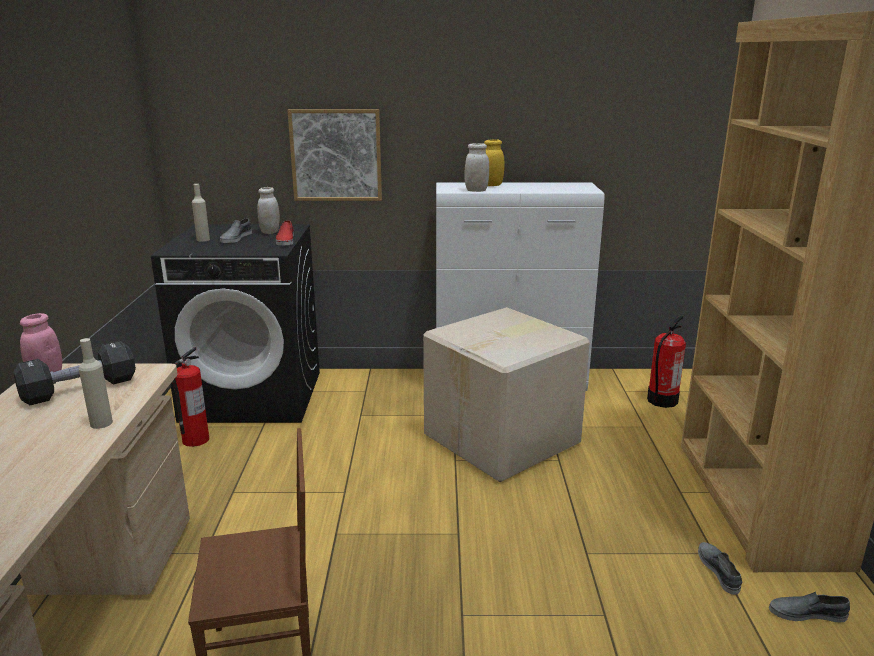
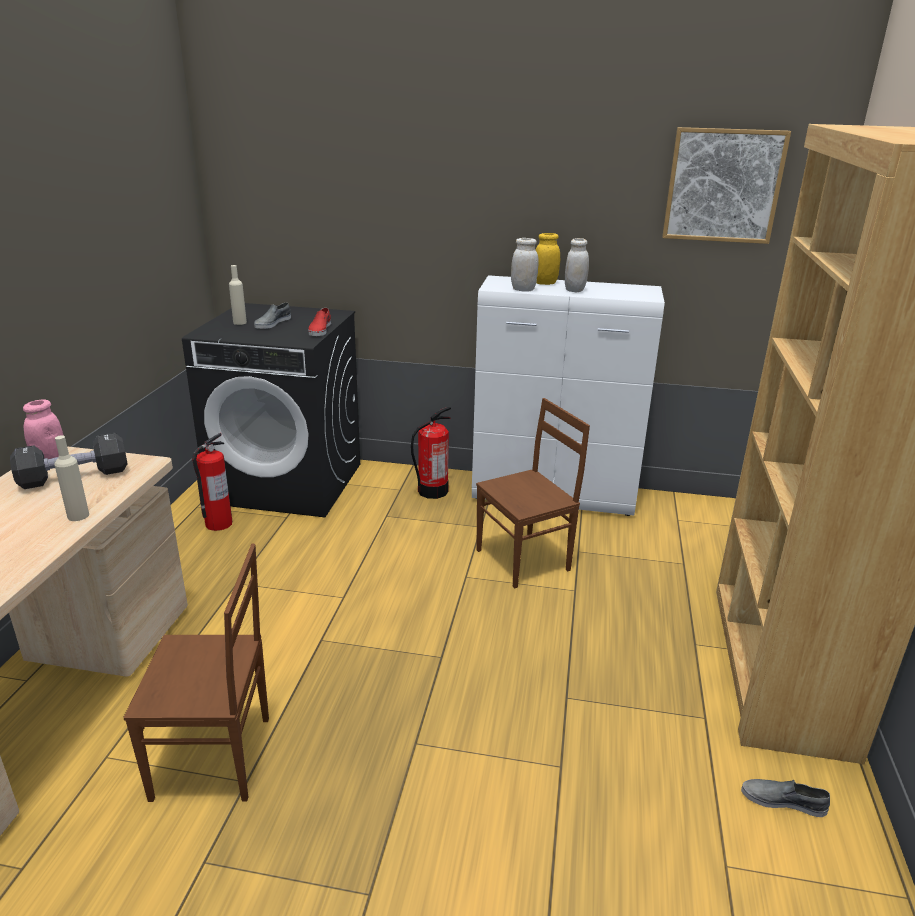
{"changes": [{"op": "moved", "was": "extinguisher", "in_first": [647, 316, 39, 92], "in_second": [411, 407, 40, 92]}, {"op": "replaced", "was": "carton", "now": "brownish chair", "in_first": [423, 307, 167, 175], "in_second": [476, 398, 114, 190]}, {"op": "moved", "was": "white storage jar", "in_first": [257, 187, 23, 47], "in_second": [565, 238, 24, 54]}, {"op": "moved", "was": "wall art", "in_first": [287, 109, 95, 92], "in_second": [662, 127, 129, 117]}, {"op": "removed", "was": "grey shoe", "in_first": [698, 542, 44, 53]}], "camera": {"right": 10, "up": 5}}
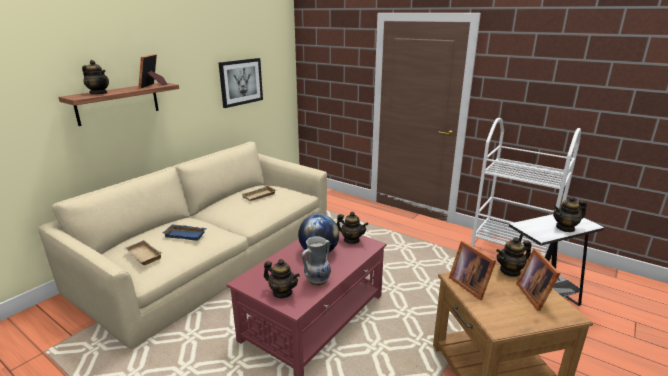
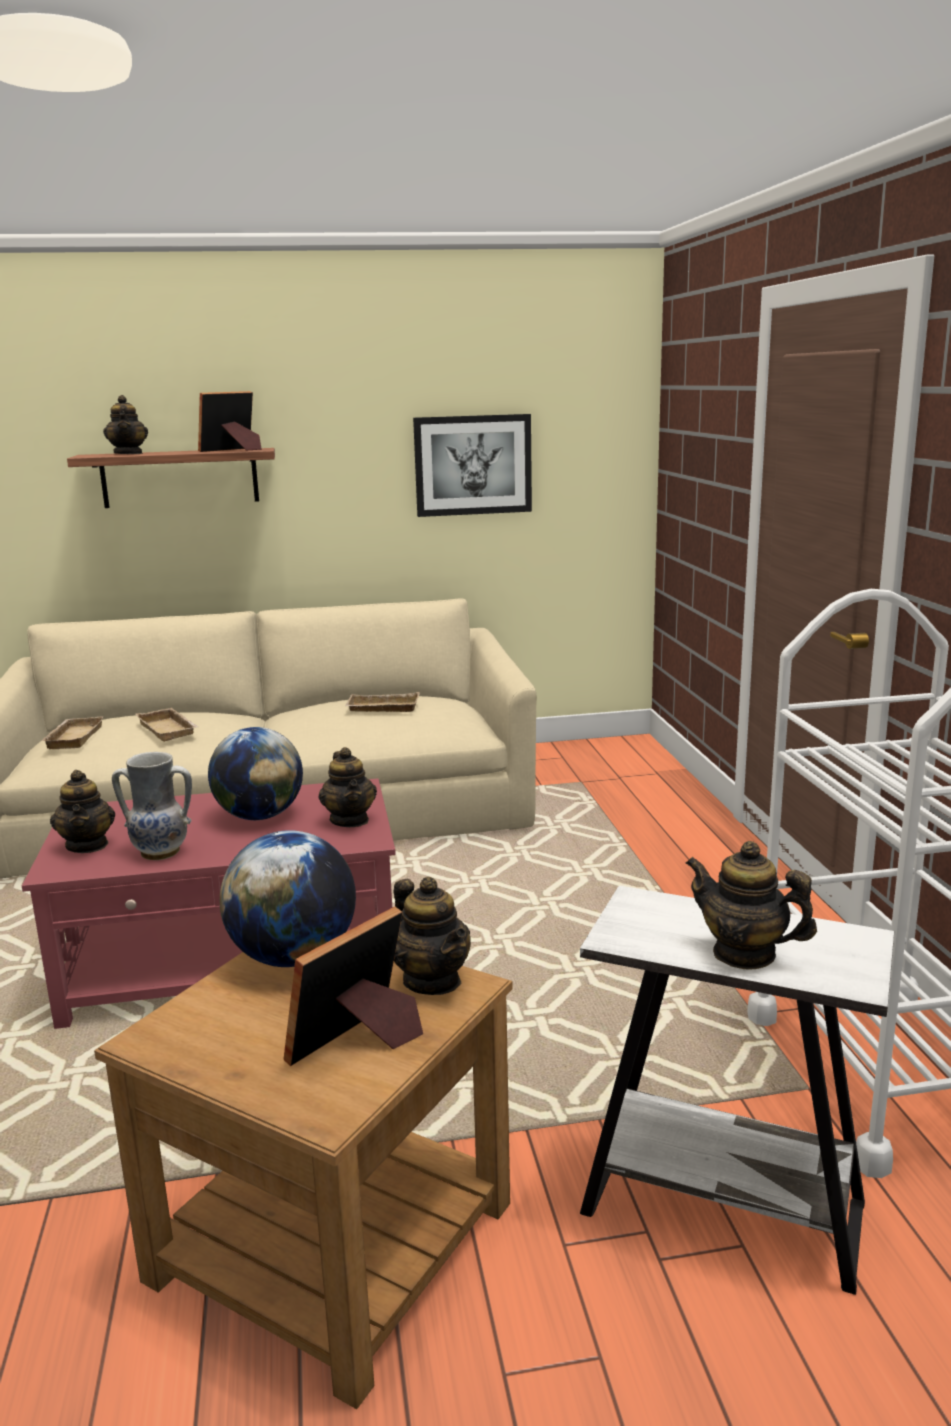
{"changes": [{"op": "recoloured", "was": "blue-coloured serving tray", "now": "sand-coloured serving tray", "in_first": [162, 224, 45, 17], "in_second": [136, 708, 62, 34]}, {"op": "replaced", "was": "photo frame", "now": "world globe", "in_first": [449, 241, 47, 59], "in_second": [220, 830, 136, 137]}, {"op": "turned", "was": "pot for tea", "in_first": [496, 237, 36, 40], "in_second": [393, 877, 78, 118], "clockwise": -150}], "camera": {"right": 45, "up": -5}}
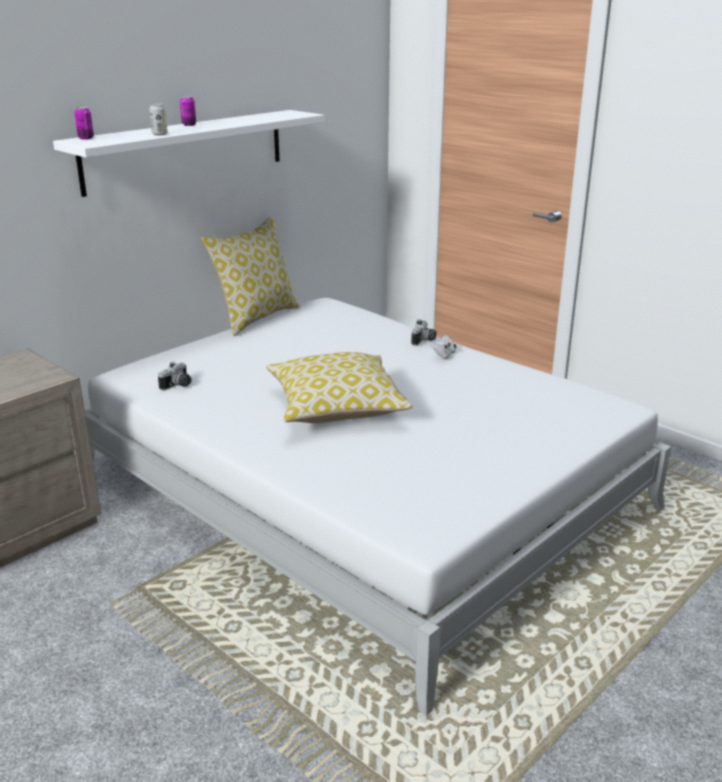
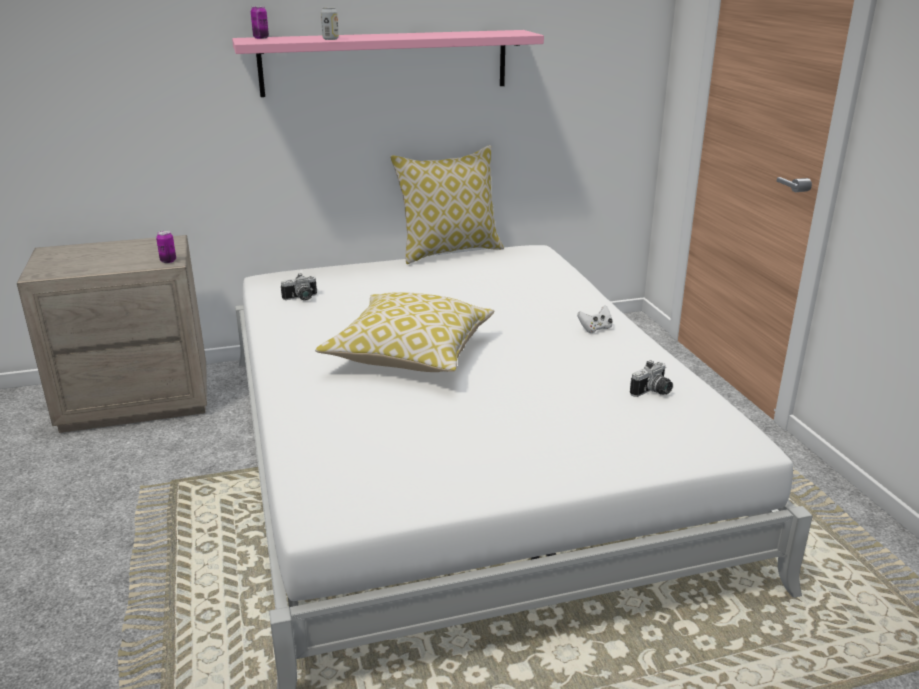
{"changes": [{"op": "moved", "was": "can", "in_first": [180, 96, 16, 30], "in_second": [156, 230, 20, 33]}, {"op": "recoloured", "was": "white wall shelf", "now": "pink-coloured wall shelf", "in_first": [53, 110, 271, 87], "in_second": [232, 30, 312, 67]}, {"op": "moved", "was": "photo camera", "in_first": [411, 320, 25, 26], "in_second": [630, 360, 43, 37]}], "camera": {"right": 30, "up": 0}}
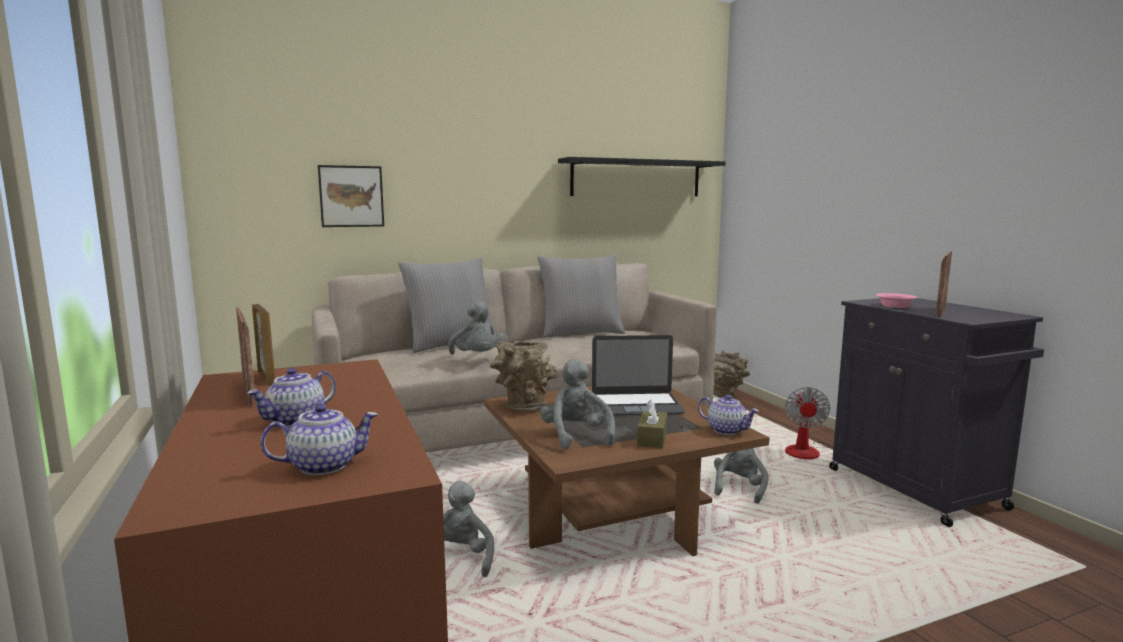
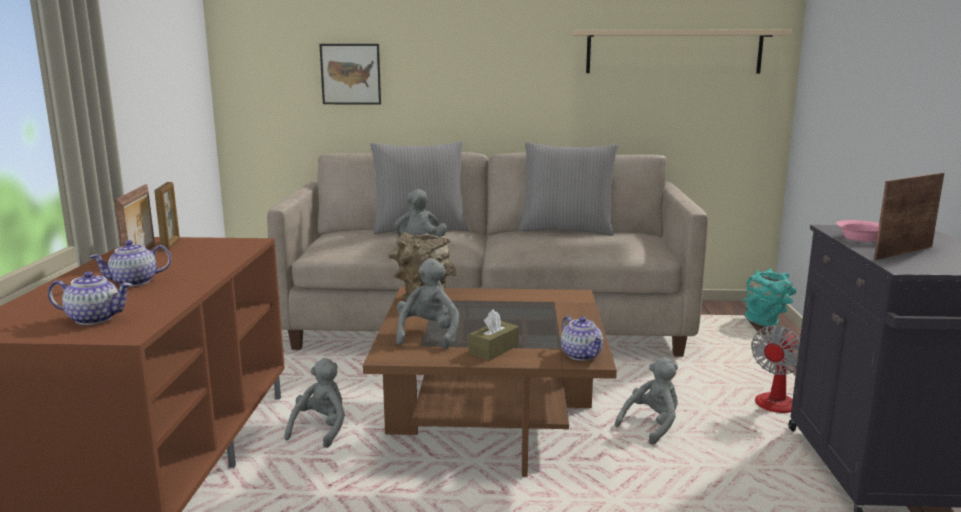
{"changes": [{"op": "recoloured", "was": "black-coloured wall shelf", "now": "sand-coloured wall shelf", "in_first": [558, 157, 168, 40], "in_second": [572, 30, 220, 44]}, {"op": "recoloured", "was": "brownish flower vase", "now": "turquoise-coloured flower vase", "in_first": [714, 351, 36, 46], "in_second": [742, 268, 55, 58]}, {"op": "removed", "was": "laptop", "in_first": [592, 335, 93, 80]}], "camera": {"right": 25, "up": 5}}
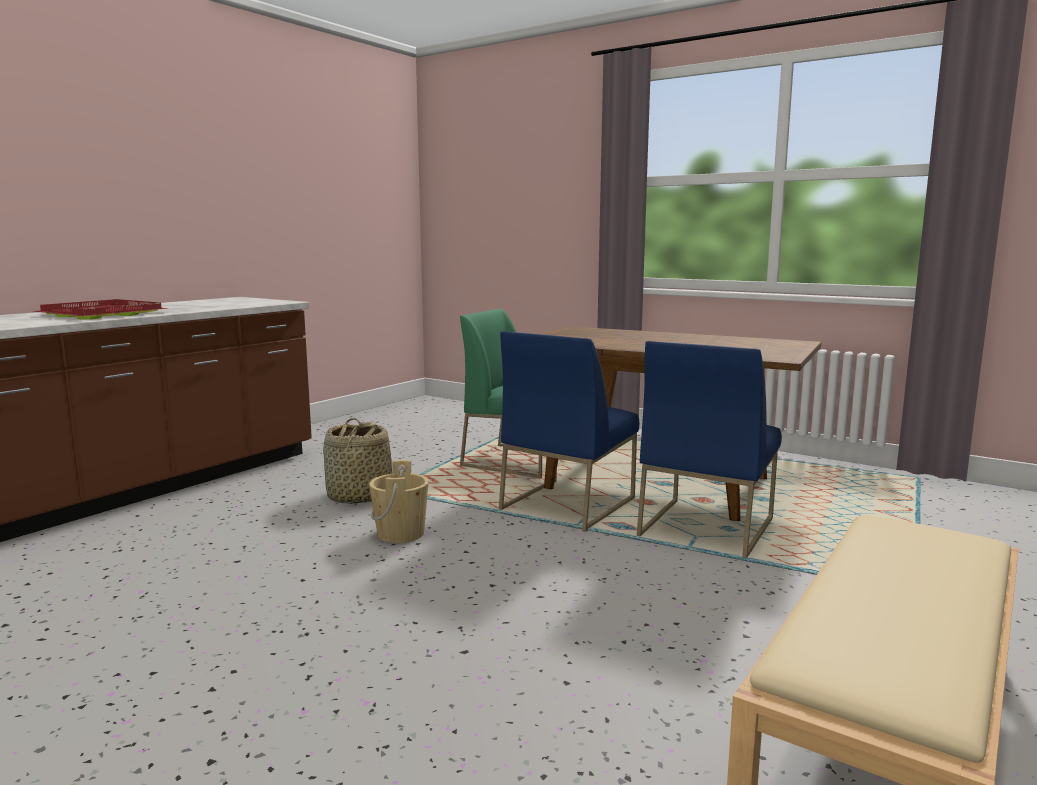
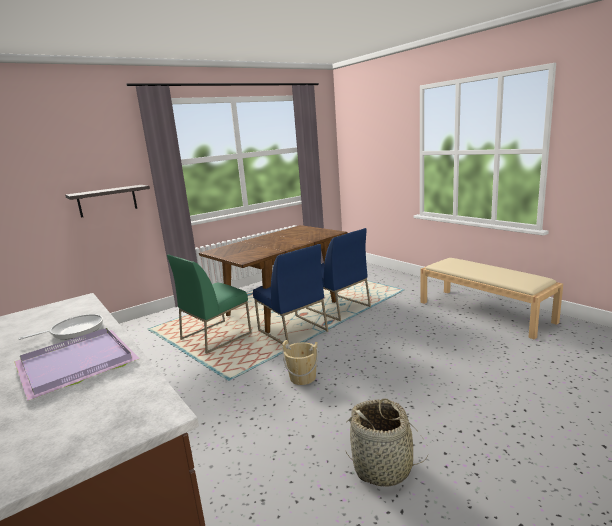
{"changes": [{"op": "recoloured", "was": "red-coloured serving tray", "now": "purplish serving tray", "in_first": [35, 299, 134, 21], "in_second": [14, 328, 126, 73]}, {"op": "added", "now": "skillet", "in_second": [18, 314, 85, 26]}, {"op": "added", "now": "wall shelf", "in_second": [65, 185, 85, 32]}, {"op": "moved", "was": "household basket", "in_first": [323, 418, 69, 86], "in_second": [345, 398, 81, 89]}], "camera": {"right": -70, "up": 5}}
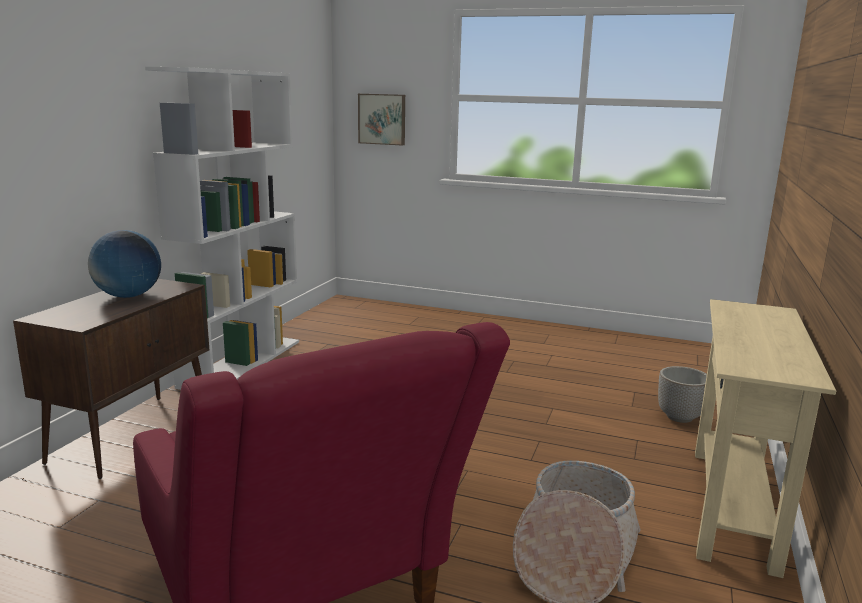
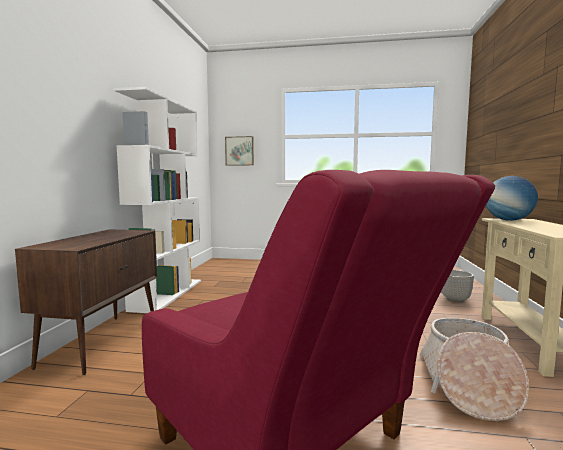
{"changes": [{"op": "moved", "was": "world globe", "in_first": [88, 230, 73, 68], "in_second": [486, 176, 52, 45]}], "camera": {"right": -10, "up": -10}}
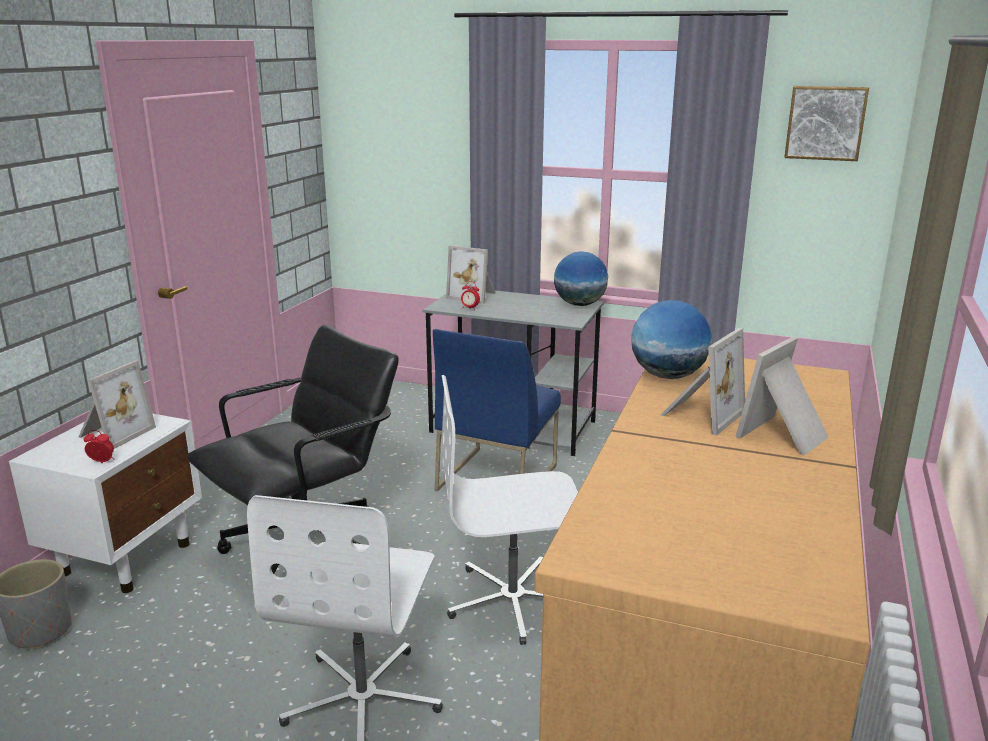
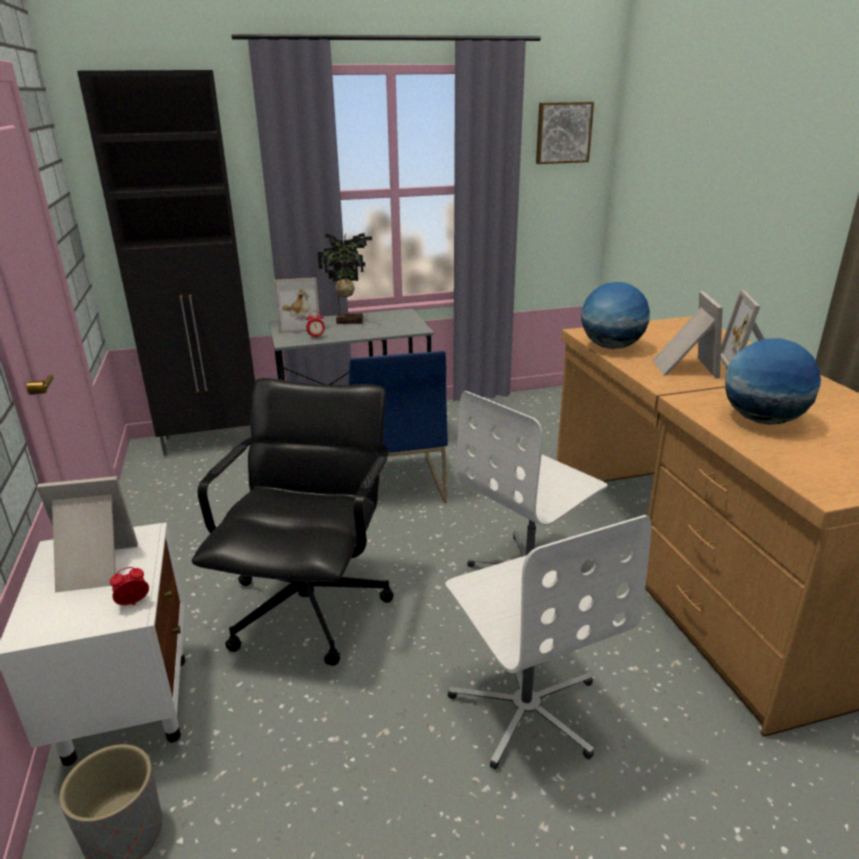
{"changes": [{"op": "turned", "was": "photo frame", "in_first": [79, 360, 77, 89], "in_second": [37, 476, 101, 117], "clockwise": -90}, {"op": "added", "now": "black-coloured cupboard", "in_second": [77, 70, 178, 386]}, {"op": "added", "now": "potted plant", "in_second": [318, 232, 54, 92]}, {"op": "moved", "was": "world globe", "in_first": [554, 251, 54, 55], "in_second": [725, 338, 96, 87]}], "camera": {"right": -35, "up": 5}}
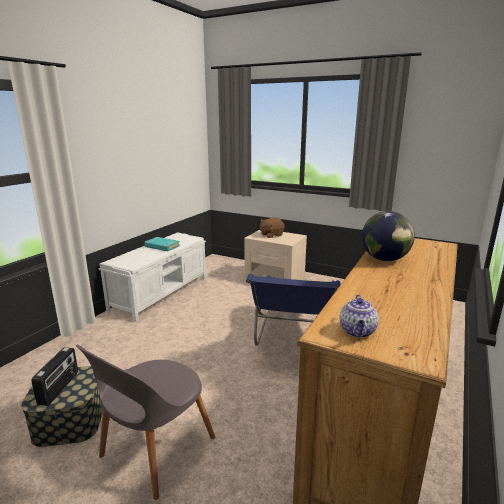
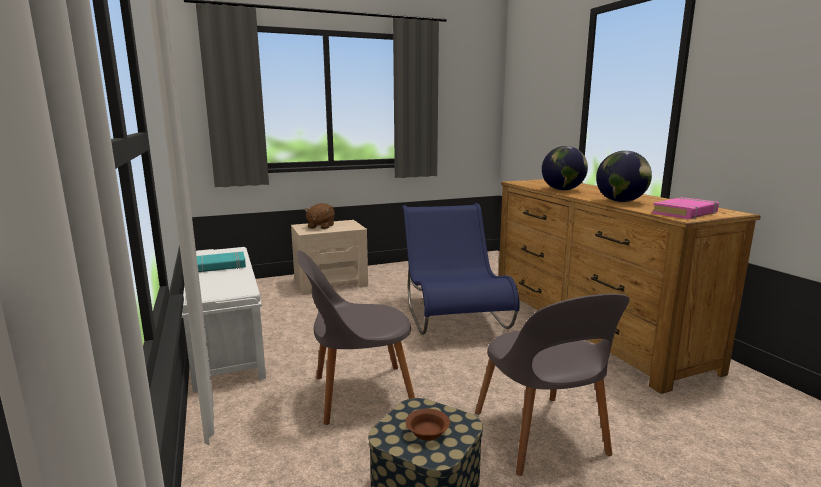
{"changes": [{"op": "added", "now": "grey chair", "in_second": [296, 250, 119, 175]}, {"op": "turned", "was": "blue-coloured chair", "in_first": [246, 274, 95, 72], "in_second": [402, 203, 118, 132], "clockwise": -150}, {"op": "replaced", "was": "radio receiver", "now": "brownish bowl", "in_first": [31, 347, 47, 59], "in_second": [406, 409, 44, 32]}, {"op": "added", "now": "world globe", "in_second": [596, 151, 56, 51]}, {"op": "replaced", "was": "pot for tea", "now": "pink-coloured bound book", "in_first": [339, 294, 40, 44], "in_second": [652, 197, 67, 22]}], "camera": {"right": -50, "up": -5}}
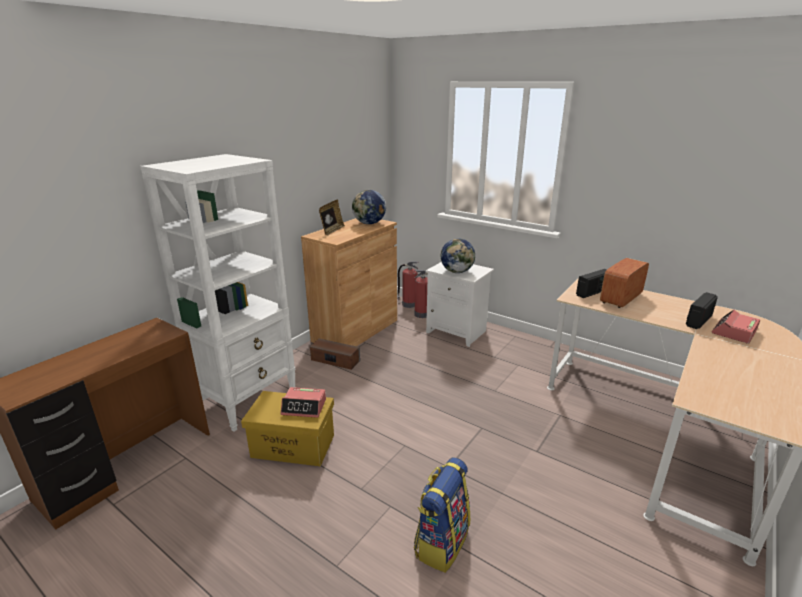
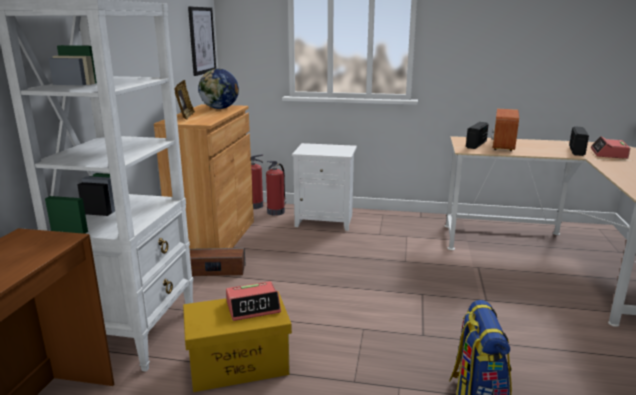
{"changes": [{"op": "added", "now": "wall art", "in_second": [188, 7, 28, 69]}, {"op": "removed", "was": "world globe", "in_first": [441, 238, 34, 35]}], "camera": {"right": -25, "up": -5}}
